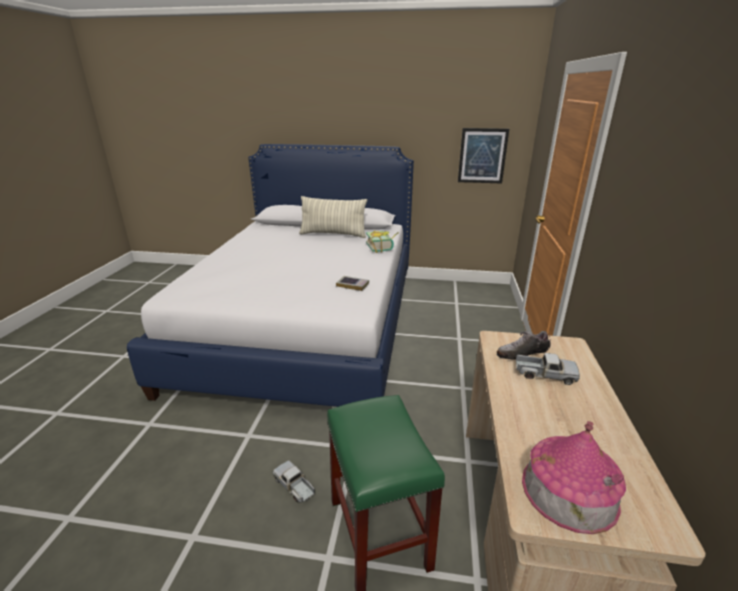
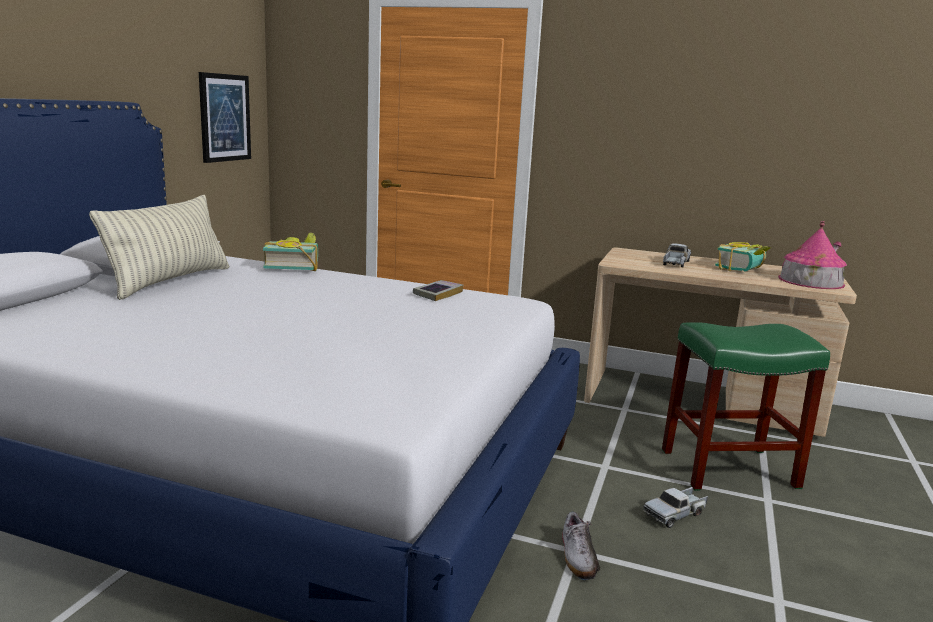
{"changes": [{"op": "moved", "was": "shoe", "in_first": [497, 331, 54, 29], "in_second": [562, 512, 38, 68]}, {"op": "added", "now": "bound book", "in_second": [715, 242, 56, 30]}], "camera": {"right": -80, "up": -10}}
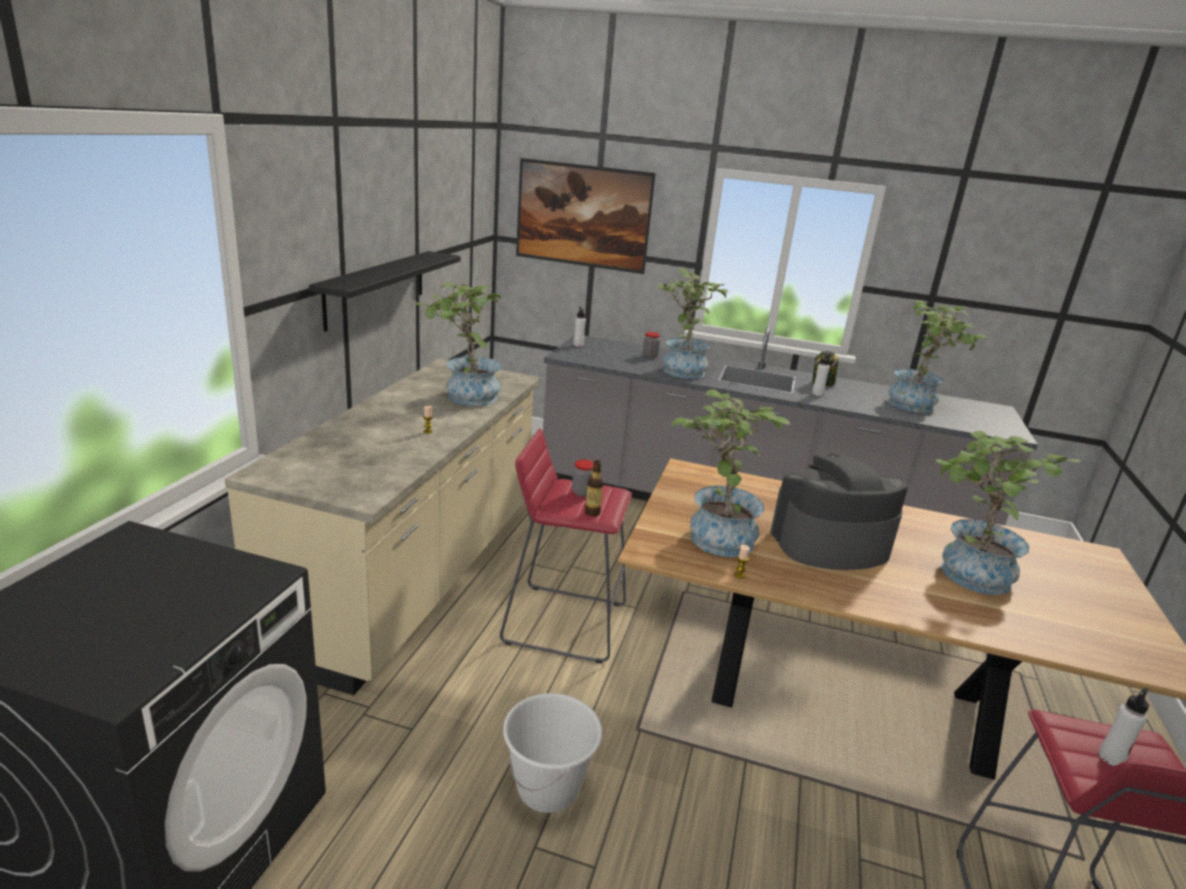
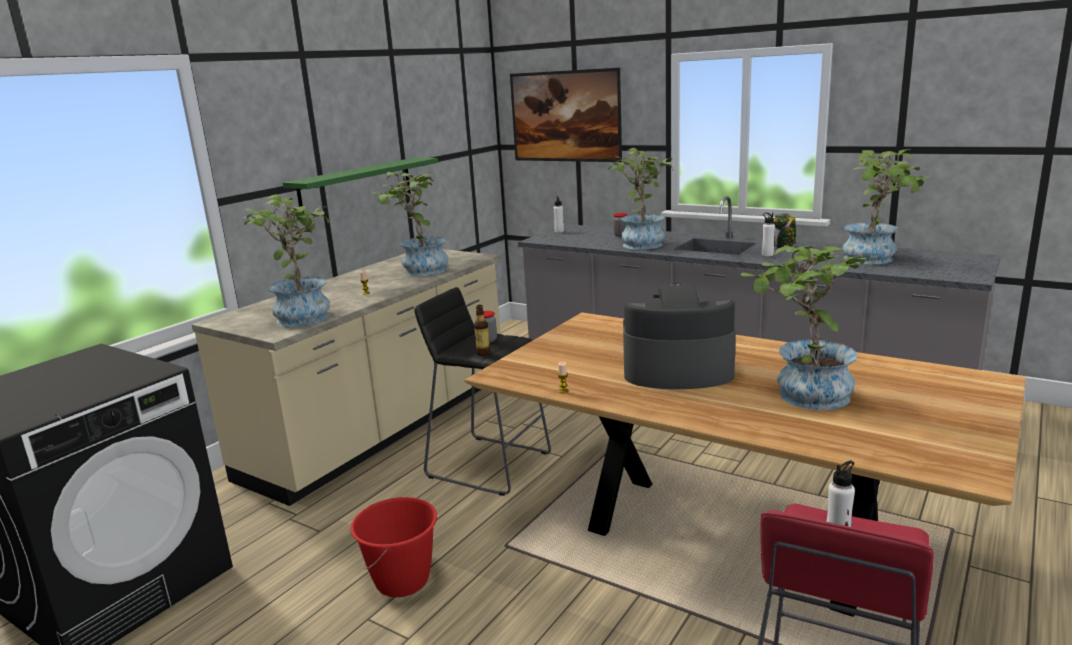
{"changes": [{"op": "moved", "was": "potted plant", "in_first": [671, 389, 119, 168], "in_second": [243, 194, 87, 133]}, {"op": "recoloured", "was": "black-coloured wall shelf", "now": "greenish wall shelf", "in_first": [309, 251, 152, 81], "in_second": [283, 158, 155, 54]}, {"op": "recoloured", "was": "white water bucket", "now": "red-coloured water bucket", "in_first": [503, 693, 99, 120], "in_second": [350, 497, 87, 100]}, {"op": "recoloured", "was": "red-coloured stool", "now": "black-coloured stool", "in_first": [500, 428, 132, 235], "in_second": [414, 287, 137, 209]}], "camera": {"right": 20, "up": -5}}
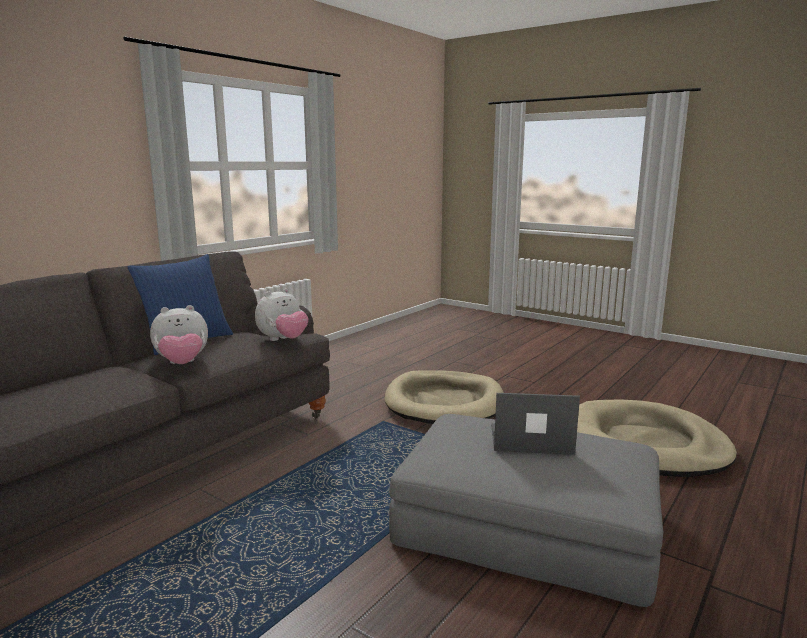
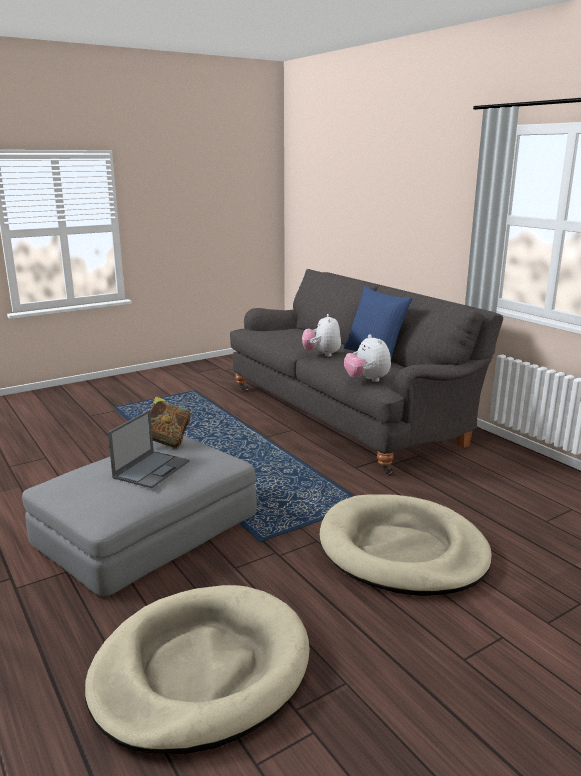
{"changes": [{"op": "added", "now": "bound book", "in_second": [150, 397, 41, 51]}], "camera": {"right": 110, "up": 5}}
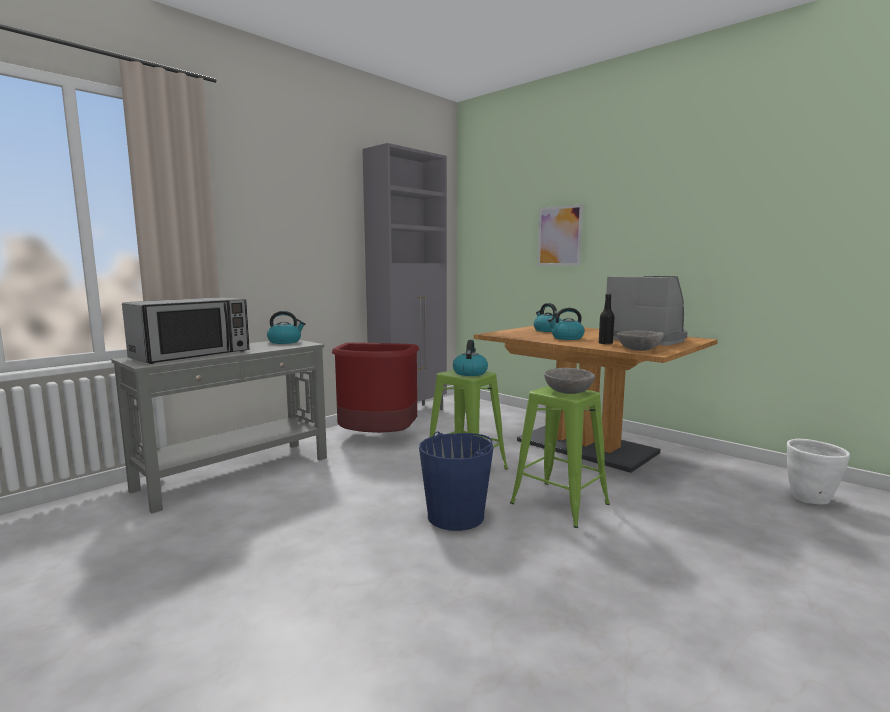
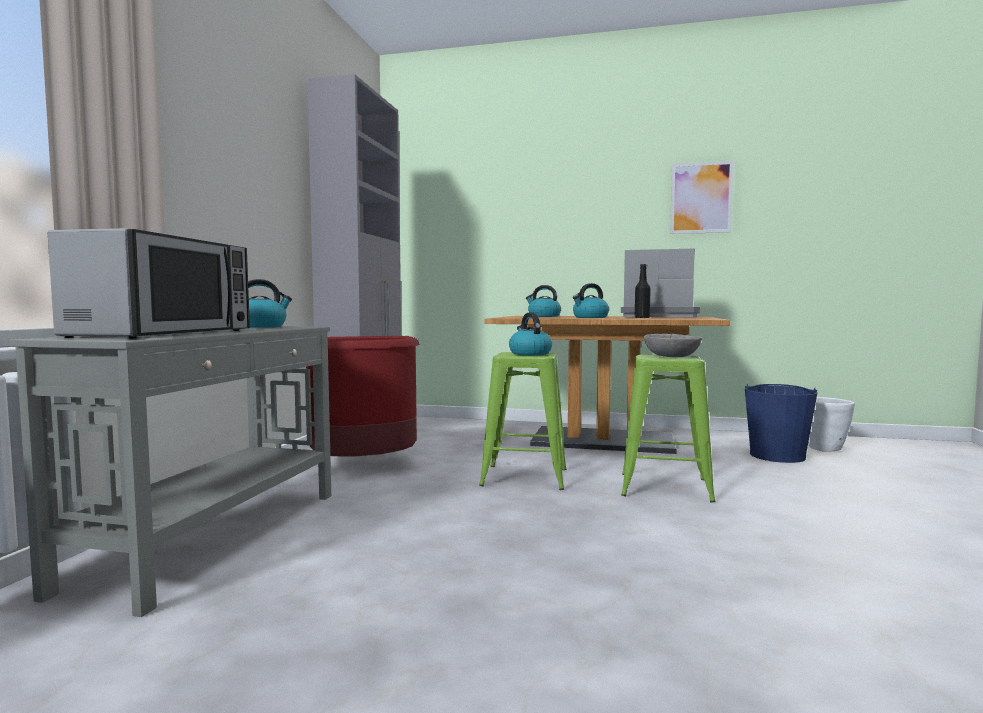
{"changes": [{"op": "moved", "was": "wall art", "in_first": [538, 204, 45, 62], "in_second": [670, 161, 63, 73]}, {"op": "moved", "was": "blue-coloured water bucket", "in_first": [419, 431, 74, 100], "in_second": [745, 384, 72, 79]}, {"op": "removed", "was": "grey bowl", "in_first": [617, 331, 47, 20]}], "camera": {"right": -30, "up": -5}}
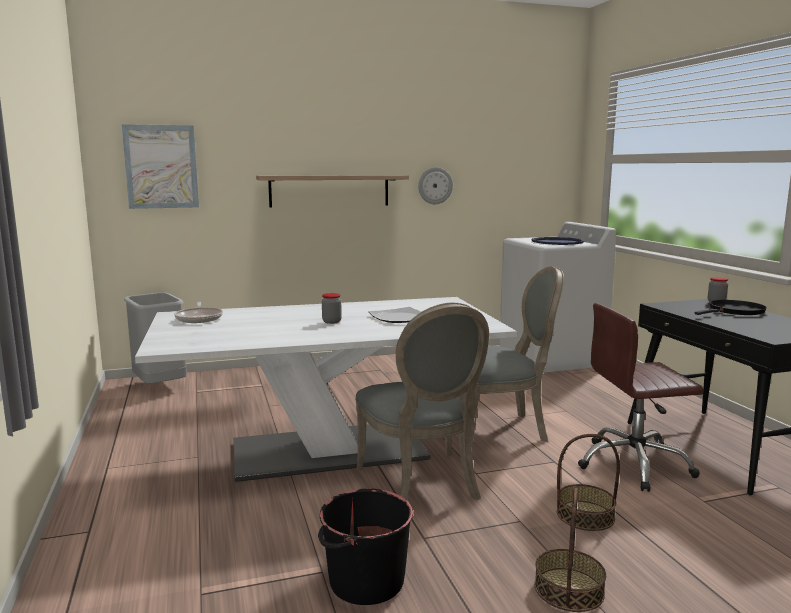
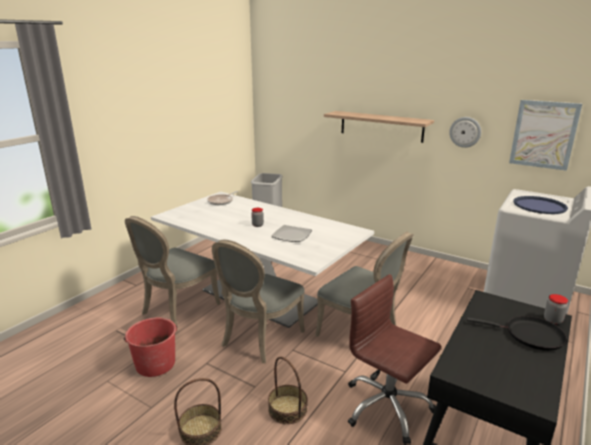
{"changes": [{"op": "recoloured", "was": "black-coloured water bucket", "now": "red-coloured water bucket", "in_first": [318, 489, 95, 116], "in_second": [123, 318, 54, 59]}, {"op": "added", "now": "grey chair", "in_second": [125, 216, 95, 110]}, {"op": "moved", "was": "wall art", "in_first": [122, 124, 77, 85], "in_second": [509, 100, 73, 71]}], "camera": {"right": 50, "up": 10}}
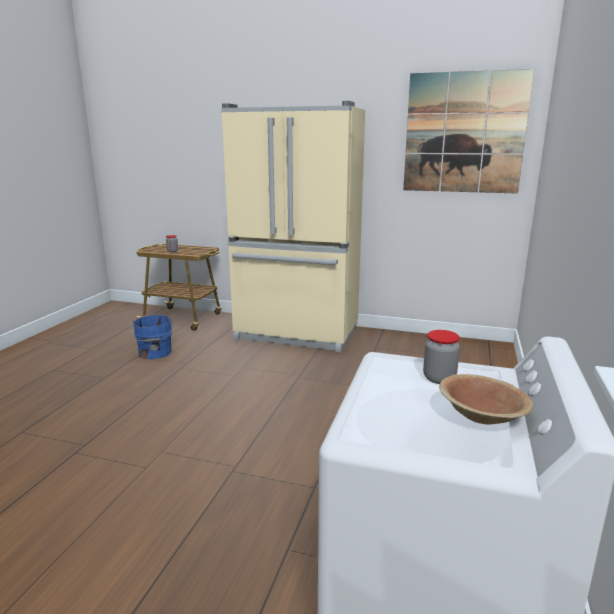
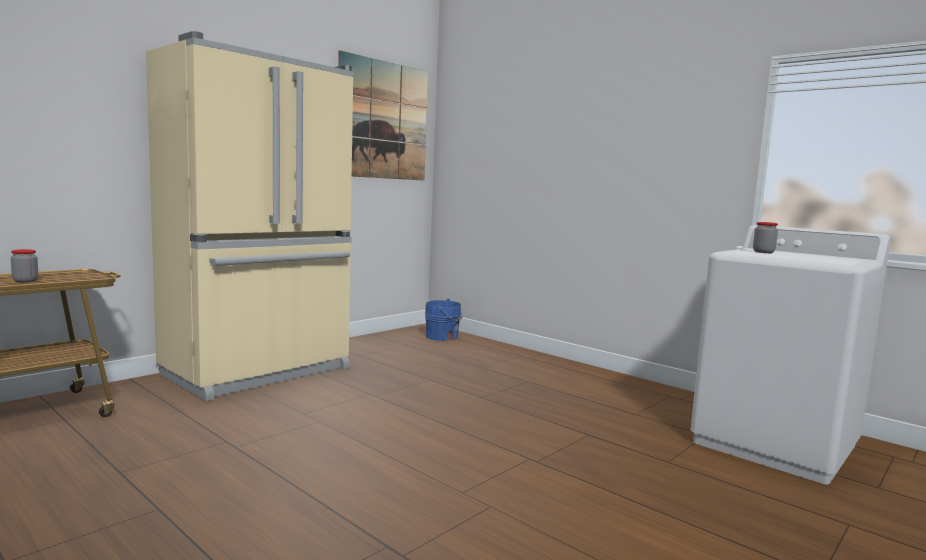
{"changes": [{"op": "moved", "was": "blue-coloured water bucket", "in_first": [131, 315, 42, 44], "in_second": [425, 299, 38, 42]}, {"op": "removed", "was": "brownish bowl", "in_first": [439, 374, 94, 51]}], "camera": {"right": -65, "up": -10}}
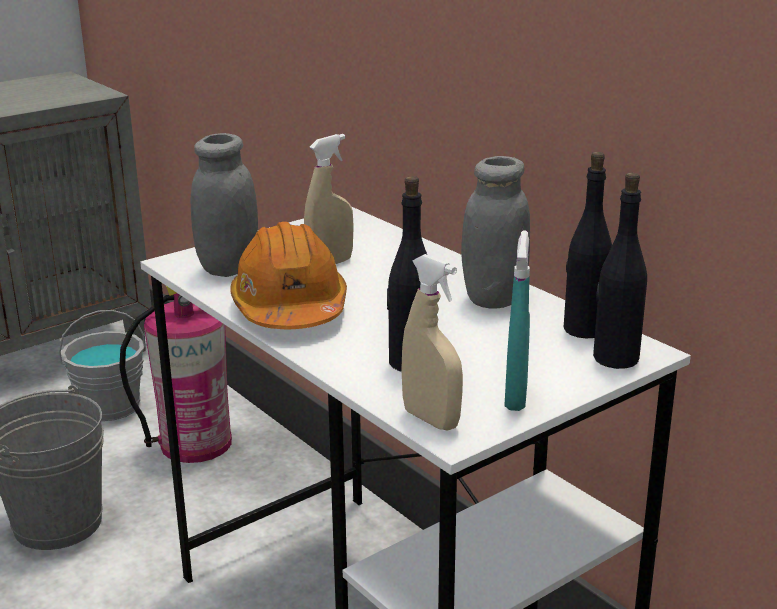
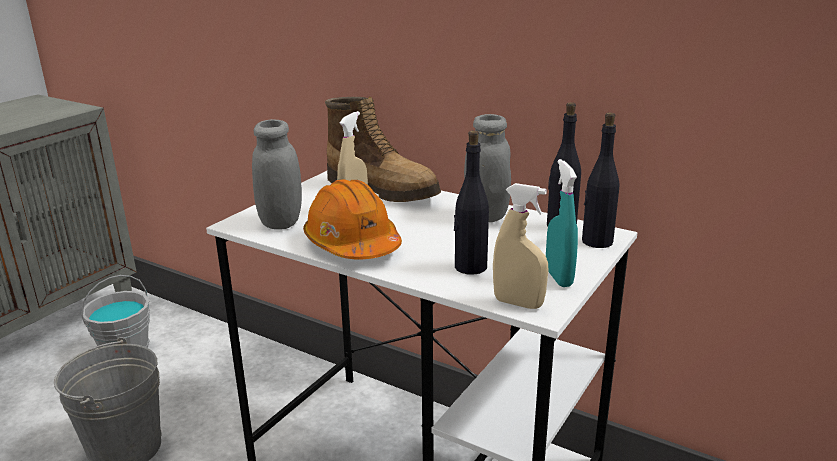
{"changes": [{"op": "added", "now": "boot", "in_second": [325, 97, 116, 105]}, {"op": "removed", "was": "extinguisher", "in_first": [119, 286, 113, 177]}], "camera": {"right": -20, "up": 0}}
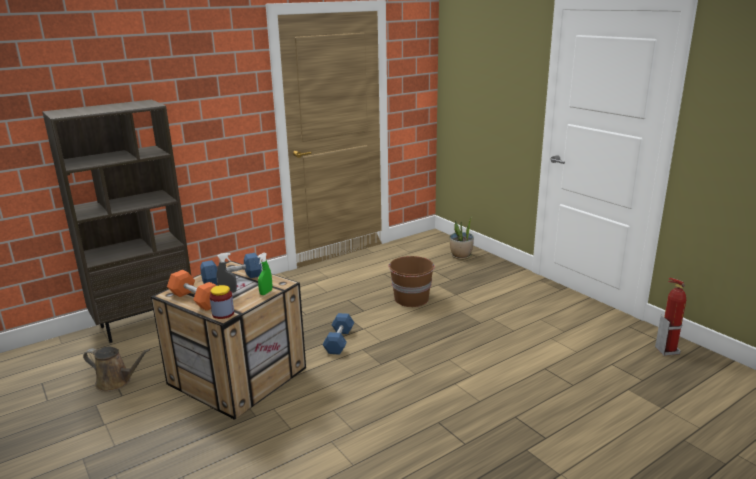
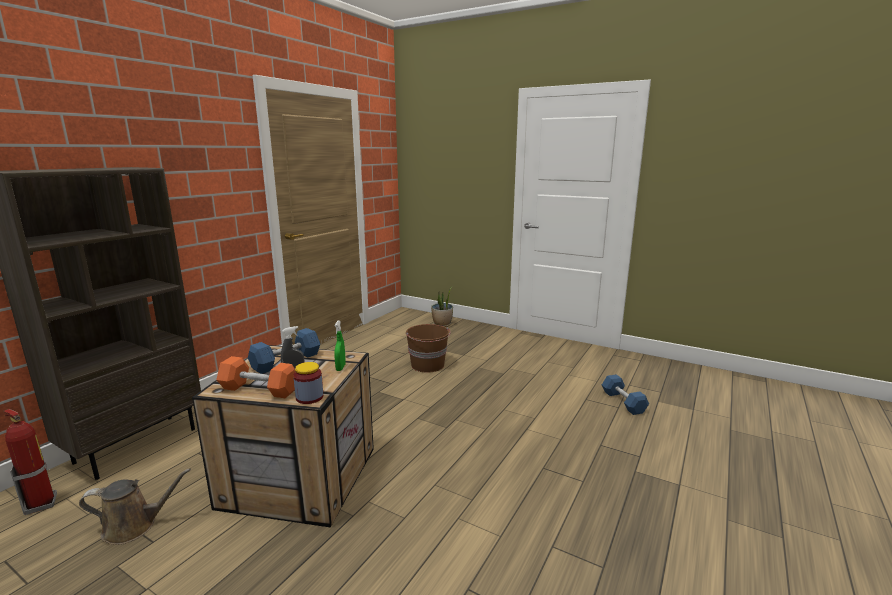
{"changes": [{"op": "moved", "was": "extinguisher", "in_first": [655, 278, 31, 78], "in_second": [3, 409, 54, 106]}, {"op": "moved", "was": "blue-coloured hand weight", "in_first": [323, 313, 31, 42], "in_second": [602, 374, 47, 41]}], "camera": {"right": -25, "up": -5}}
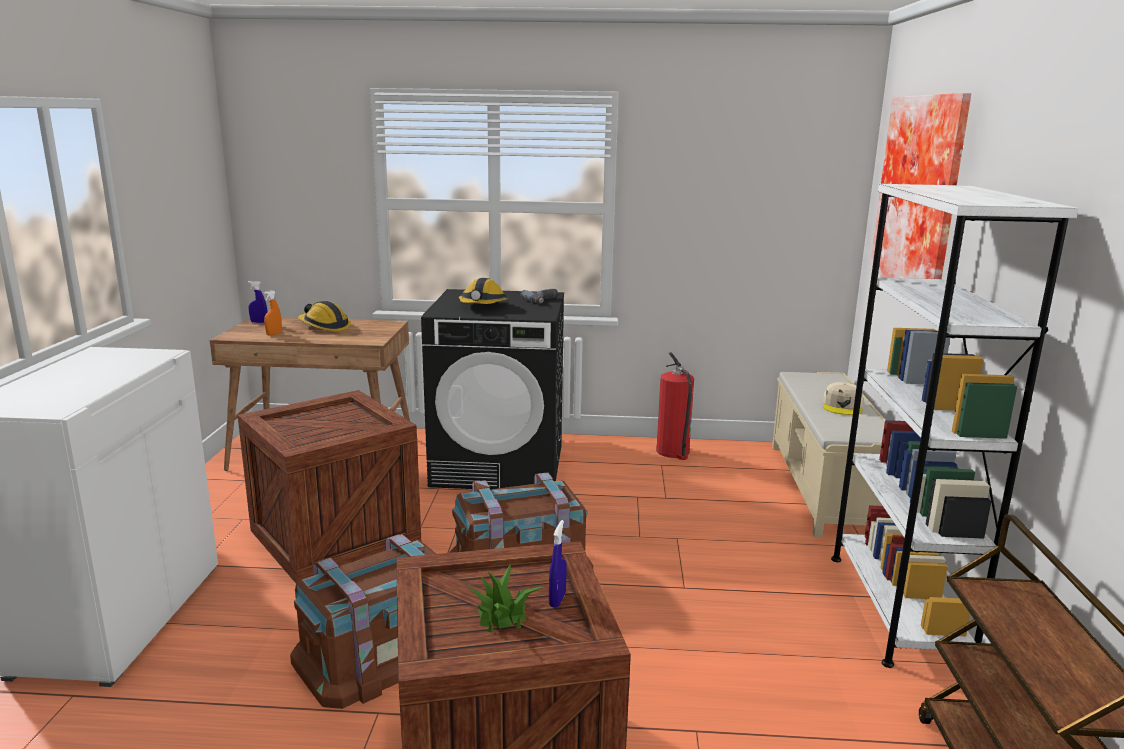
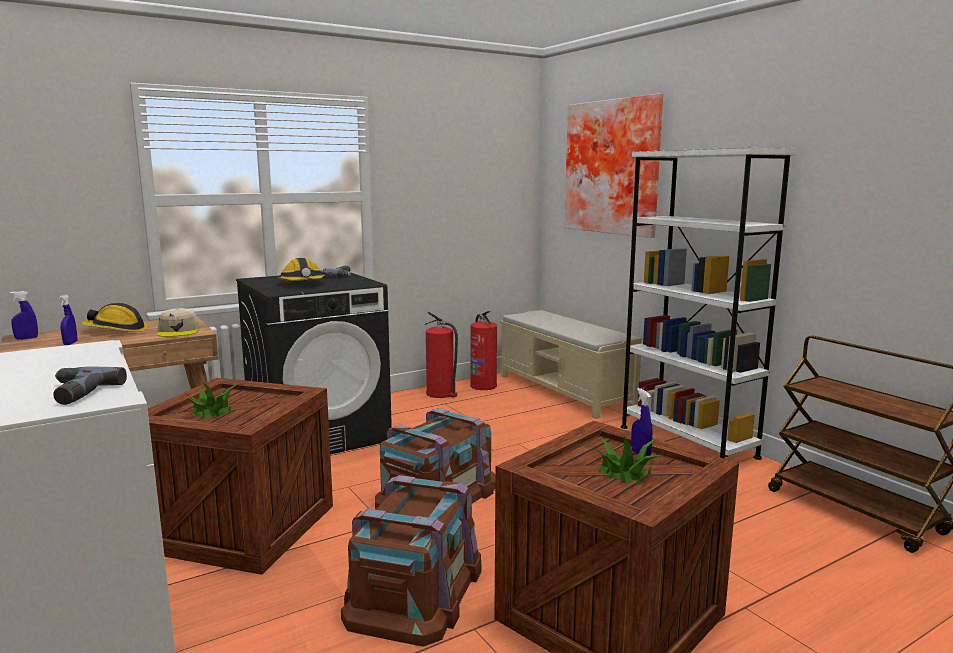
{"changes": [{"op": "added", "now": "electric drill", "in_second": [53, 366, 74, 39]}, {"op": "recoloured", "was": "orangey hand sprayer", "now": "blue-coloured hand sprayer", "in_first": [264, 290, 18, 46], "in_second": [59, 294, 18, 51]}, {"op": "moved", "was": "sand-coloured cap", "in_first": [823, 382, 40, 33], "in_second": [157, 308, 42, 29]}, {"op": "added", "now": "potted plant", "in_second": [186, 381, 53, 38]}, {"op": "added", "now": "extinguisher", "in_second": [470, 311, 27, 79]}], "camera": {"right": -35, "up": -5}}
